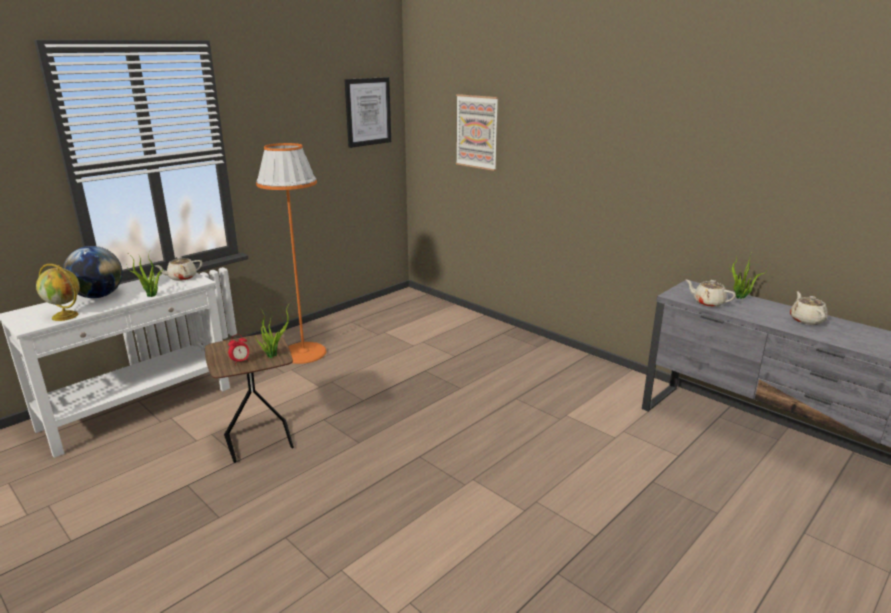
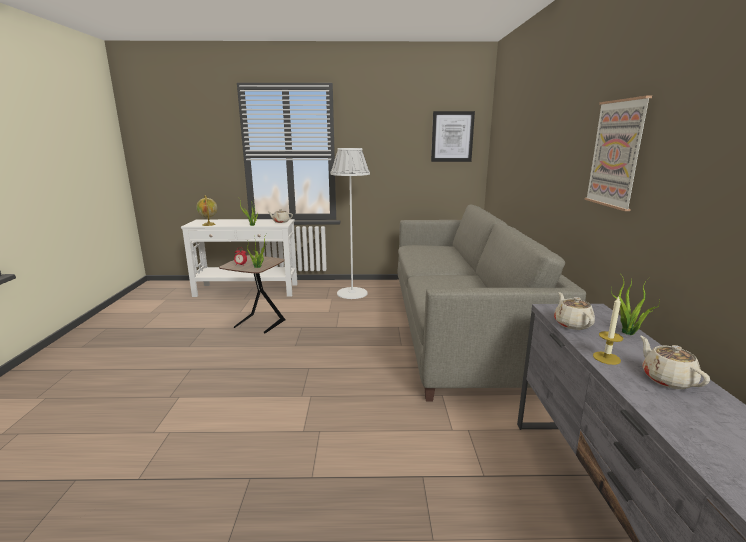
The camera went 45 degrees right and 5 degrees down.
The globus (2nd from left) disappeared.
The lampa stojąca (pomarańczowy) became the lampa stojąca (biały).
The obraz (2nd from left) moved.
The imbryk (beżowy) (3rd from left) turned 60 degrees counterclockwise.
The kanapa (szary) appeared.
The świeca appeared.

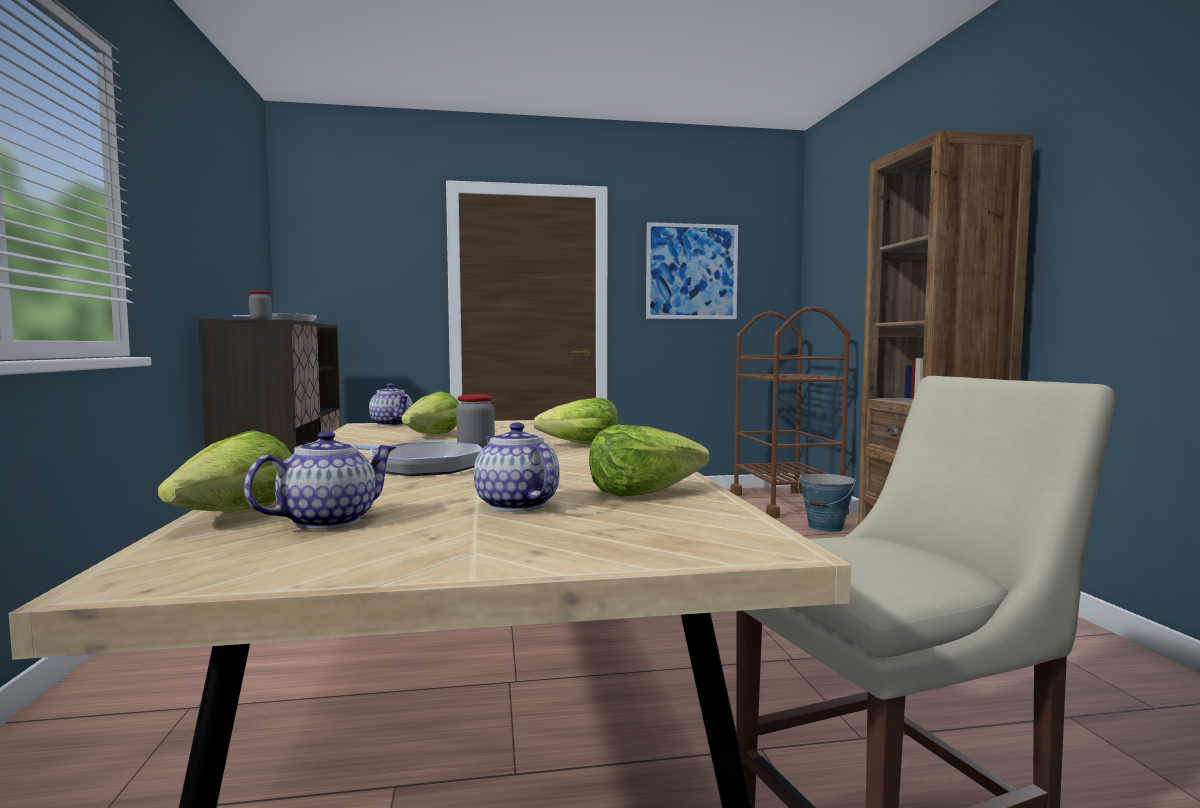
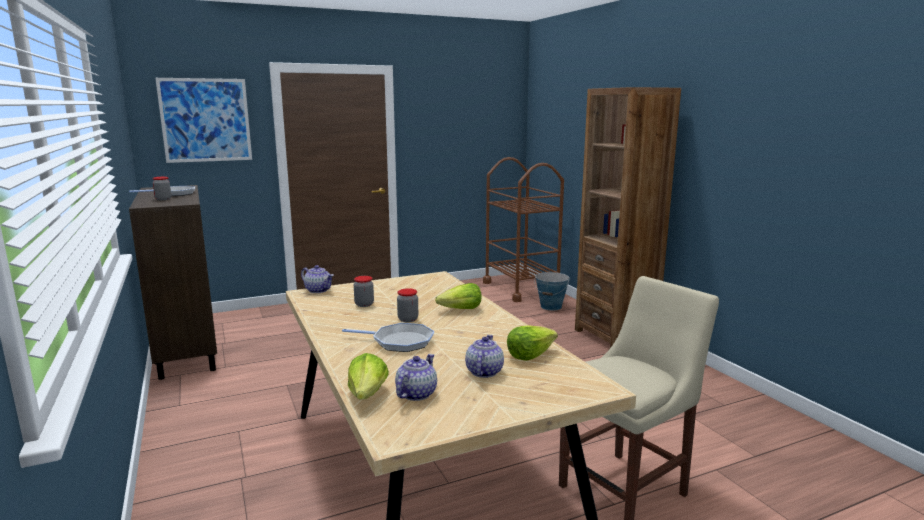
The camera went 15 degrees left and 10 degrees up.
The sałata (2nd from left) was replaced by the słoik (2nd from left).
The imbryk (3rd from left) turned 60 degrees clockwise.
The obraz moved.

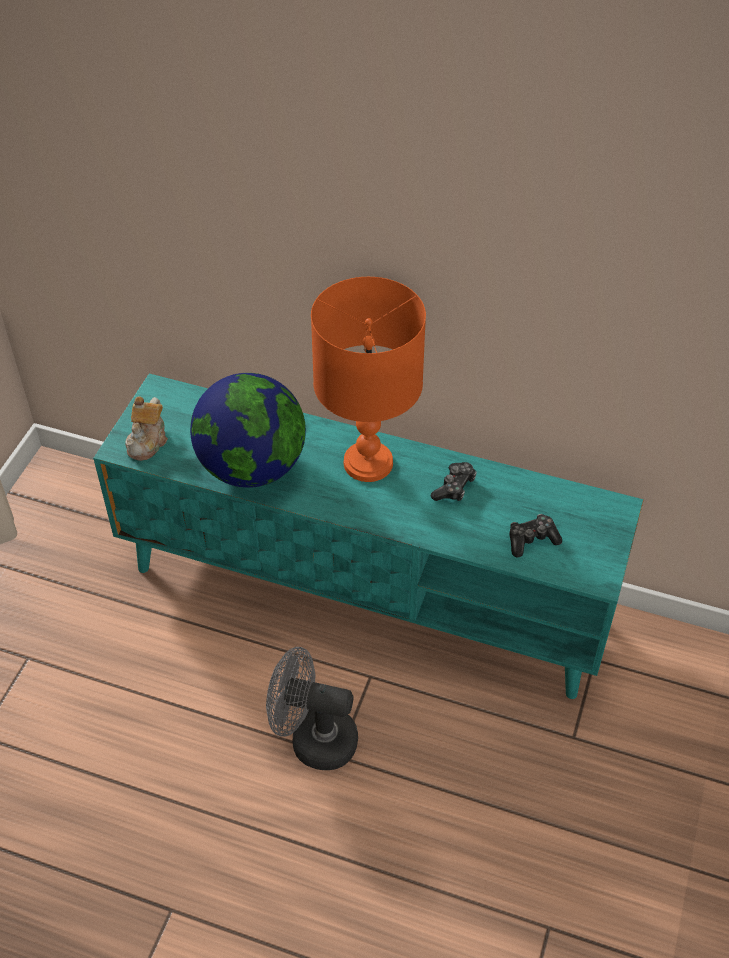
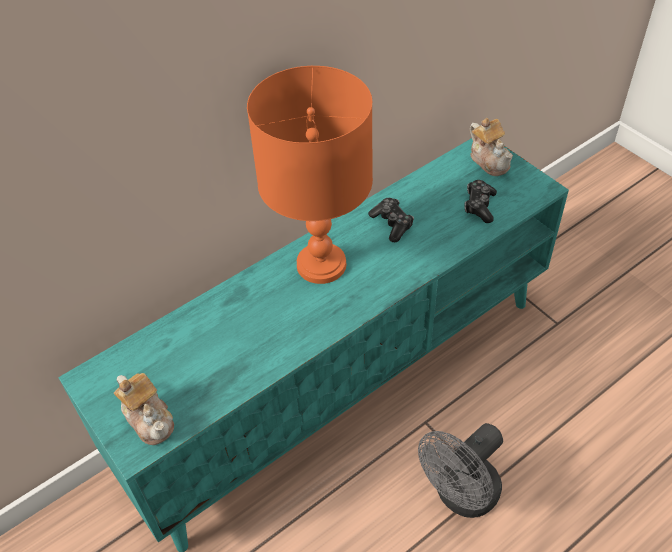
The camera went 55 degrees left and 0 degrees up.
The globus disappeared.
The imbryk (2nd from left) appeared.

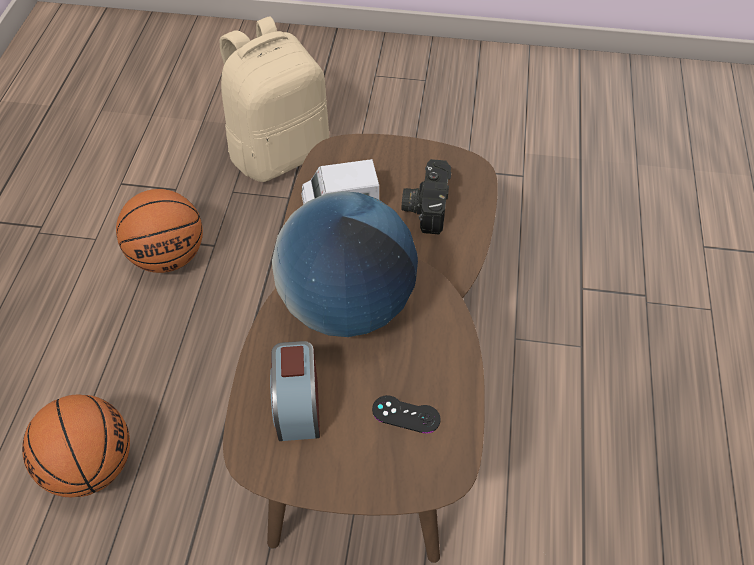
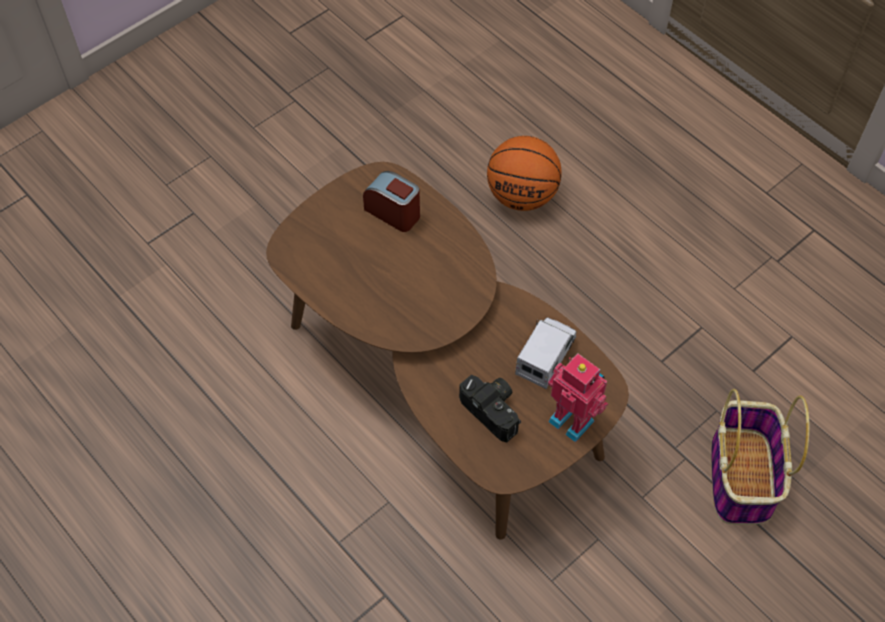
The camera went 130 degrees right and 5 degrees up.
The piłka do koszykówki (2nd from left) disappeared.
The plecak (beżowy) was replaced by the koszyk.
The globus disappeared.
The pad do gier (czarny) disappeared.
The robot zabawkowy appeared.

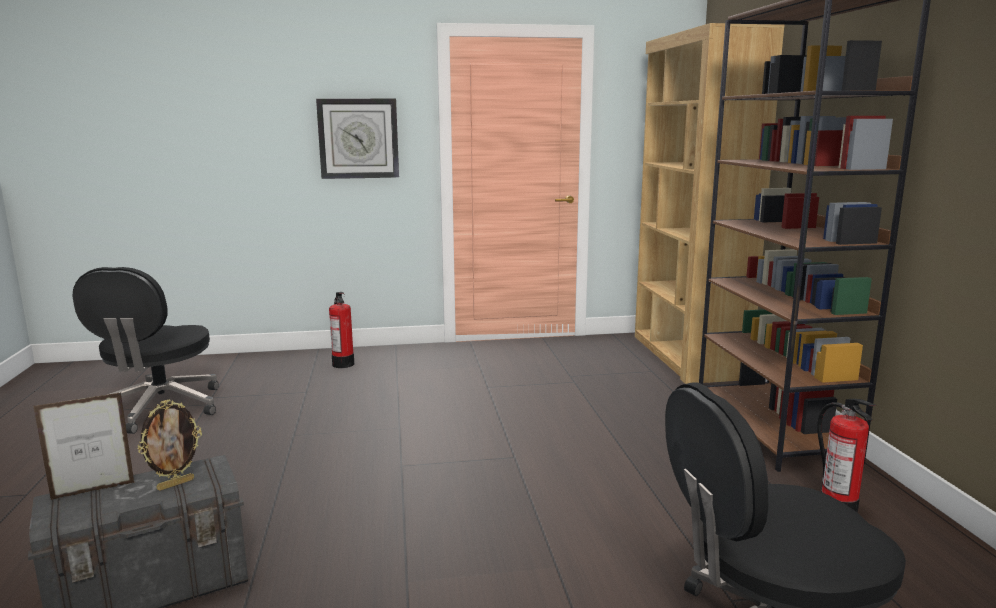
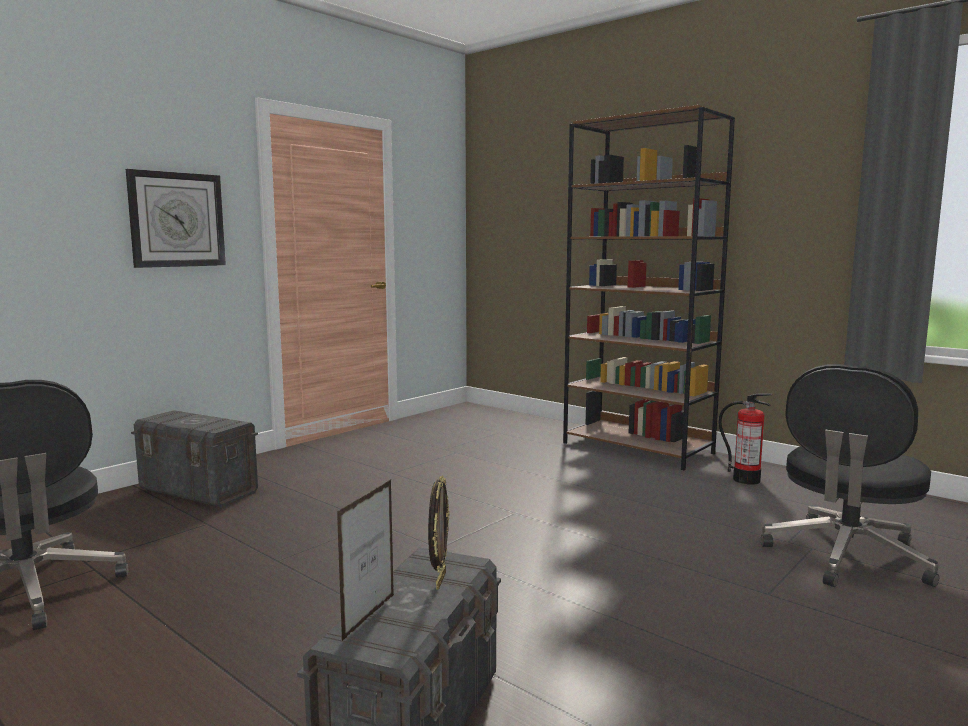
The camera went 40 degrees left and 5 degrees down.
The gaśnica (1st from left) was replaced by the pojemnik do przechowywania (szary) (1st from left).
The regał (brązowy) (1st from left) disappeared.

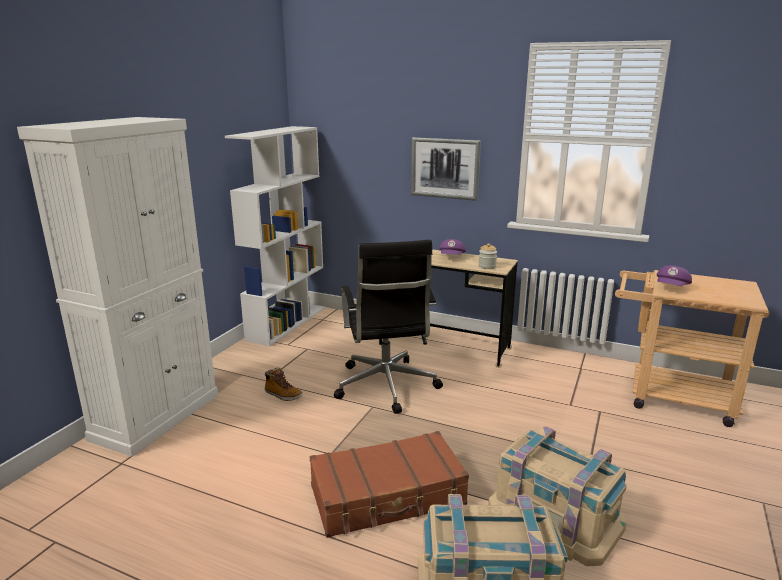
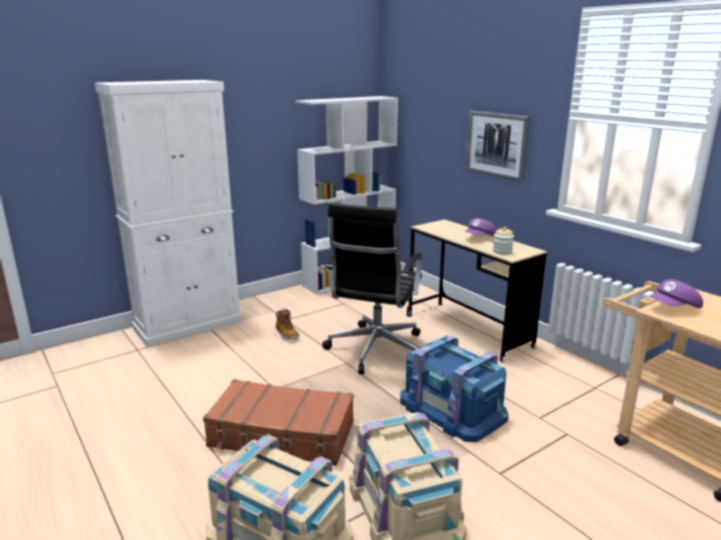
The camera went 30 degrees right and 0 degrees up.
The pojemnik do przechowywania (niebieski) appeared.

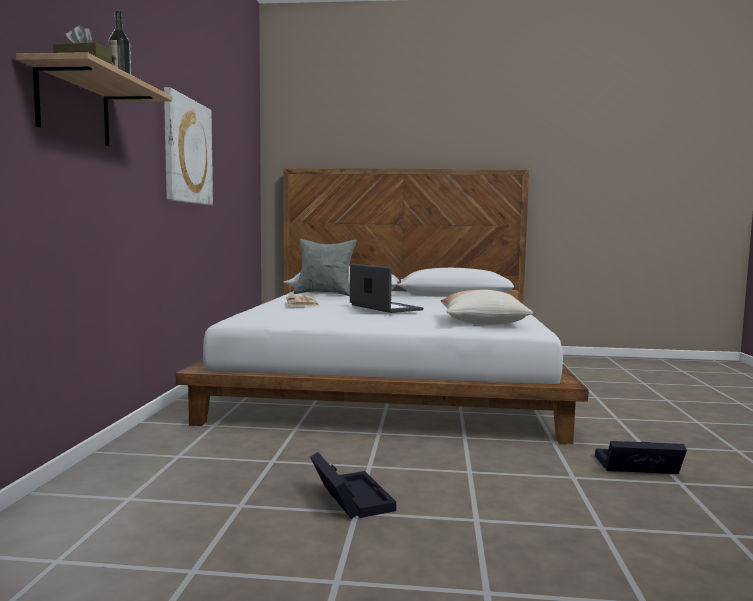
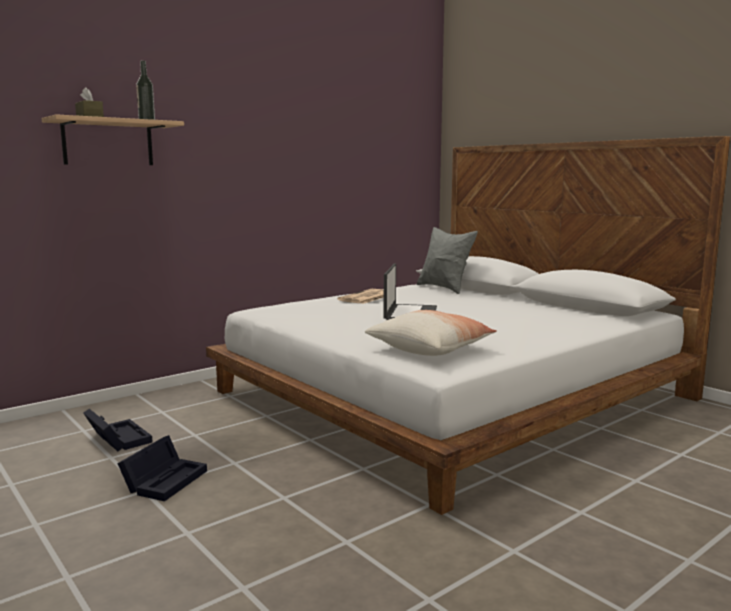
The camera went 45 degrees right and 5 degrees up.
The obraz disappeared.
The pojemnik do przechowywania (czarny) (2nd from left in the first image) moved.

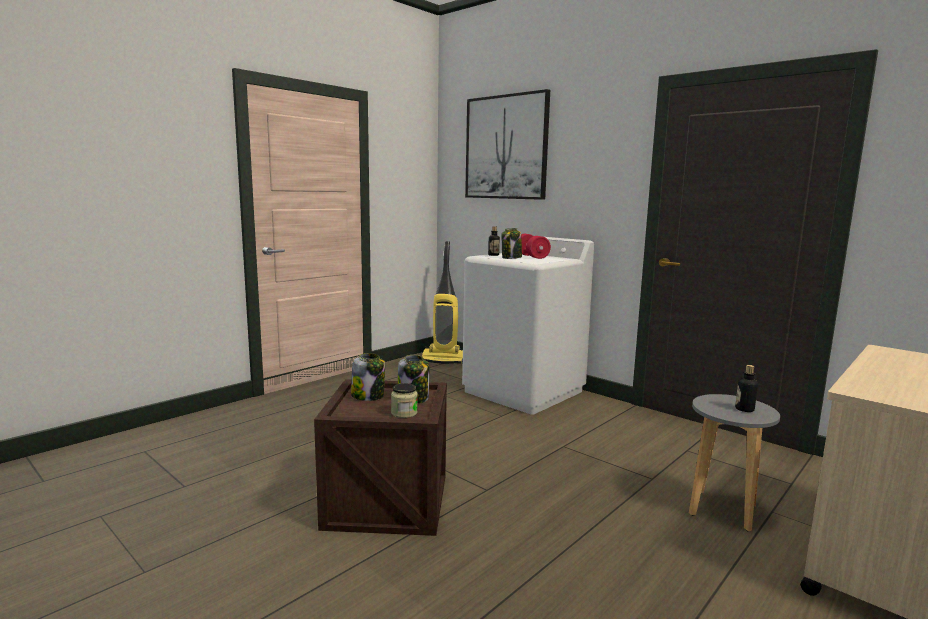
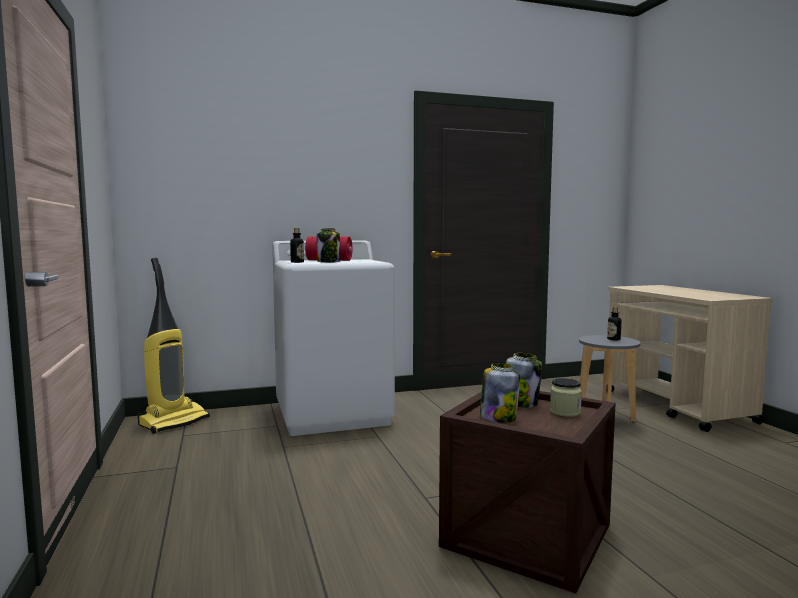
The camera went 60 degrees left and 5 degrees down.
The obraz disappeared.

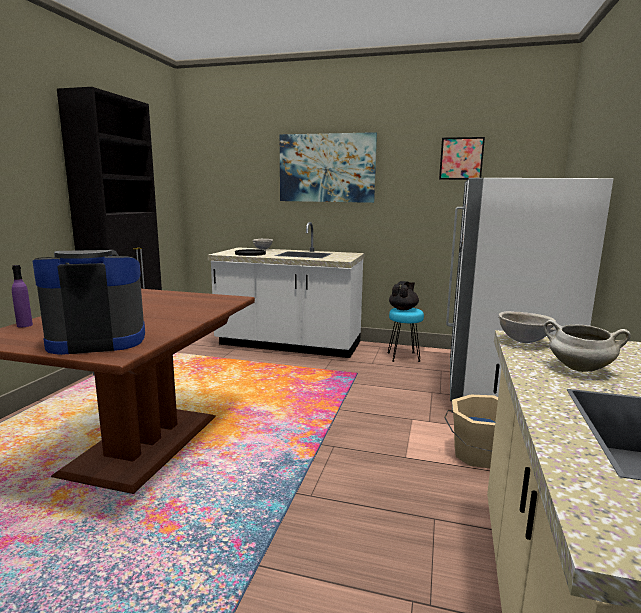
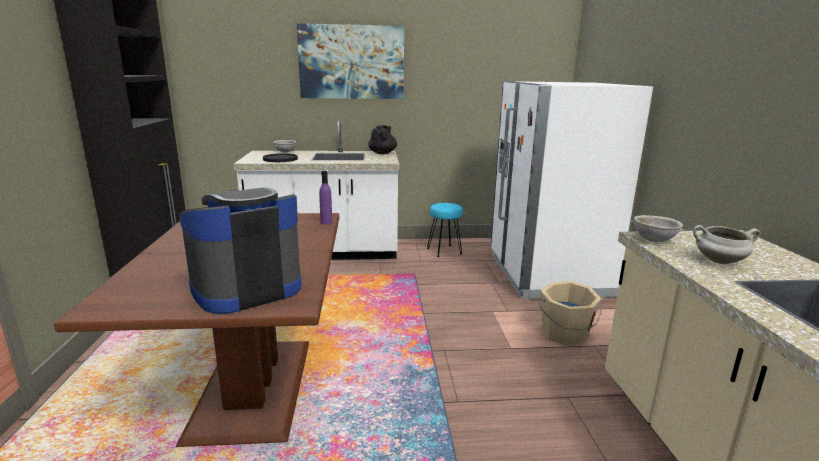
The camera went 20 degrees left and 5 degrees up.
The butelka (fioletowy) moved.
The imbryk (czarny) moved.
The obraz (2nd from left) disappeared.

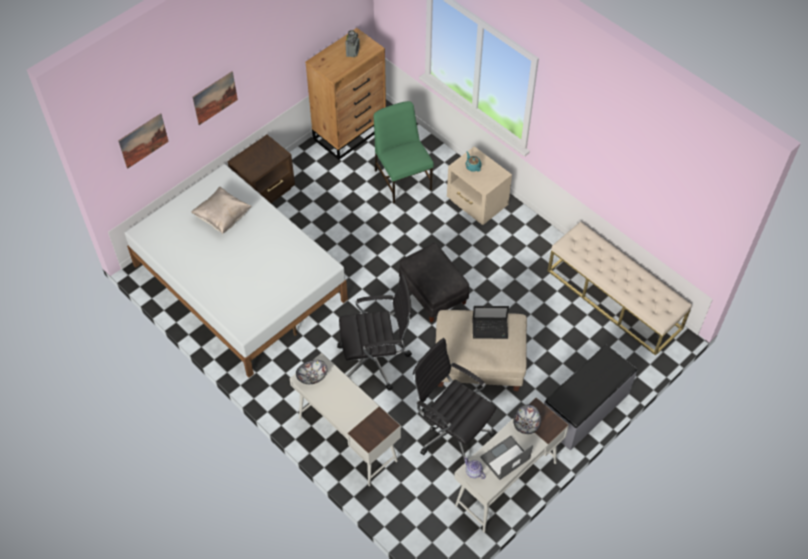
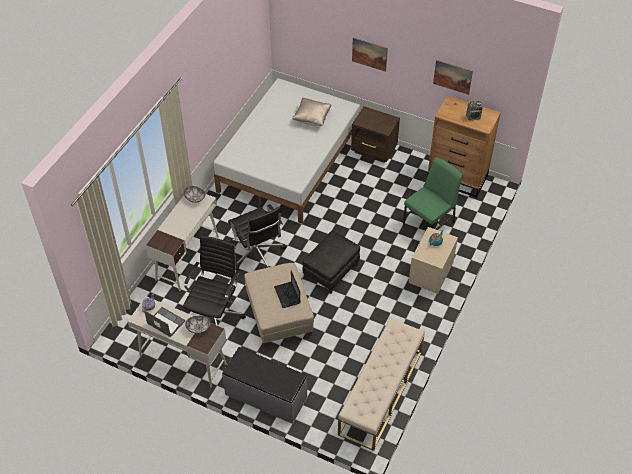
The camera went 70 degrees right and 5 degrees down.
The obraz (1st from left in the first image) moved.

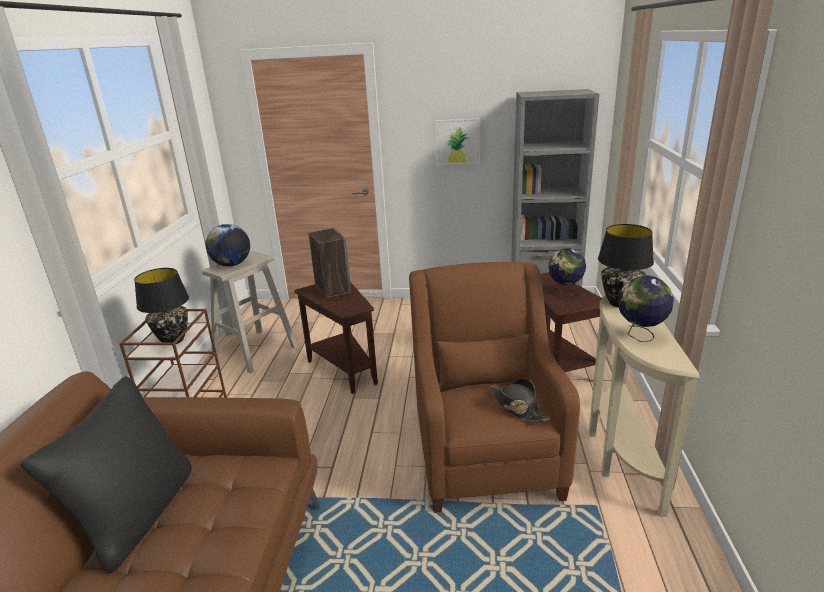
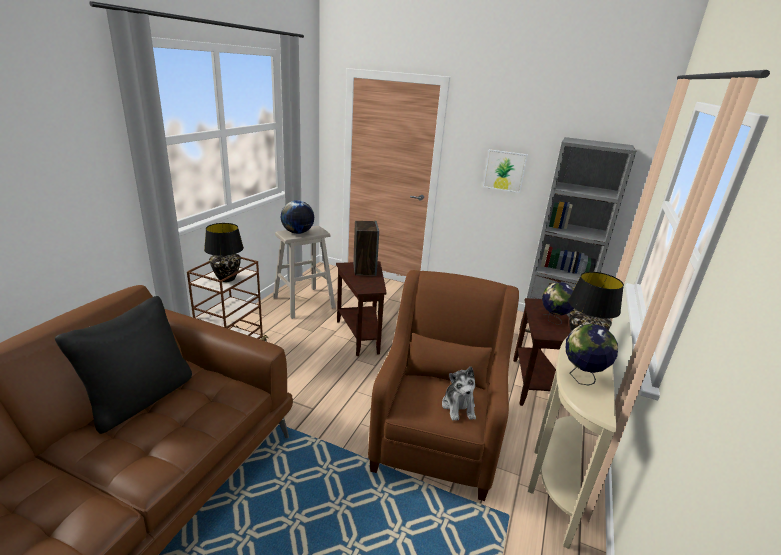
The camera went 15 degrees right and 0 degrees up.
The kapelusz (czarny) was replaced by the pluszak.

